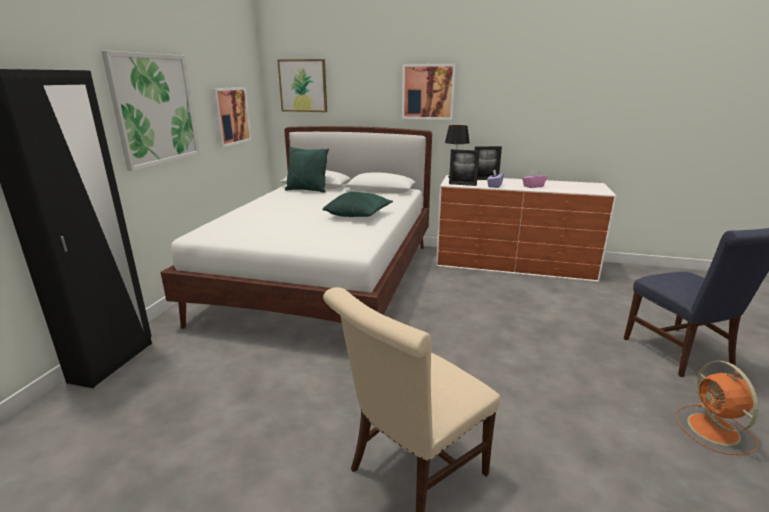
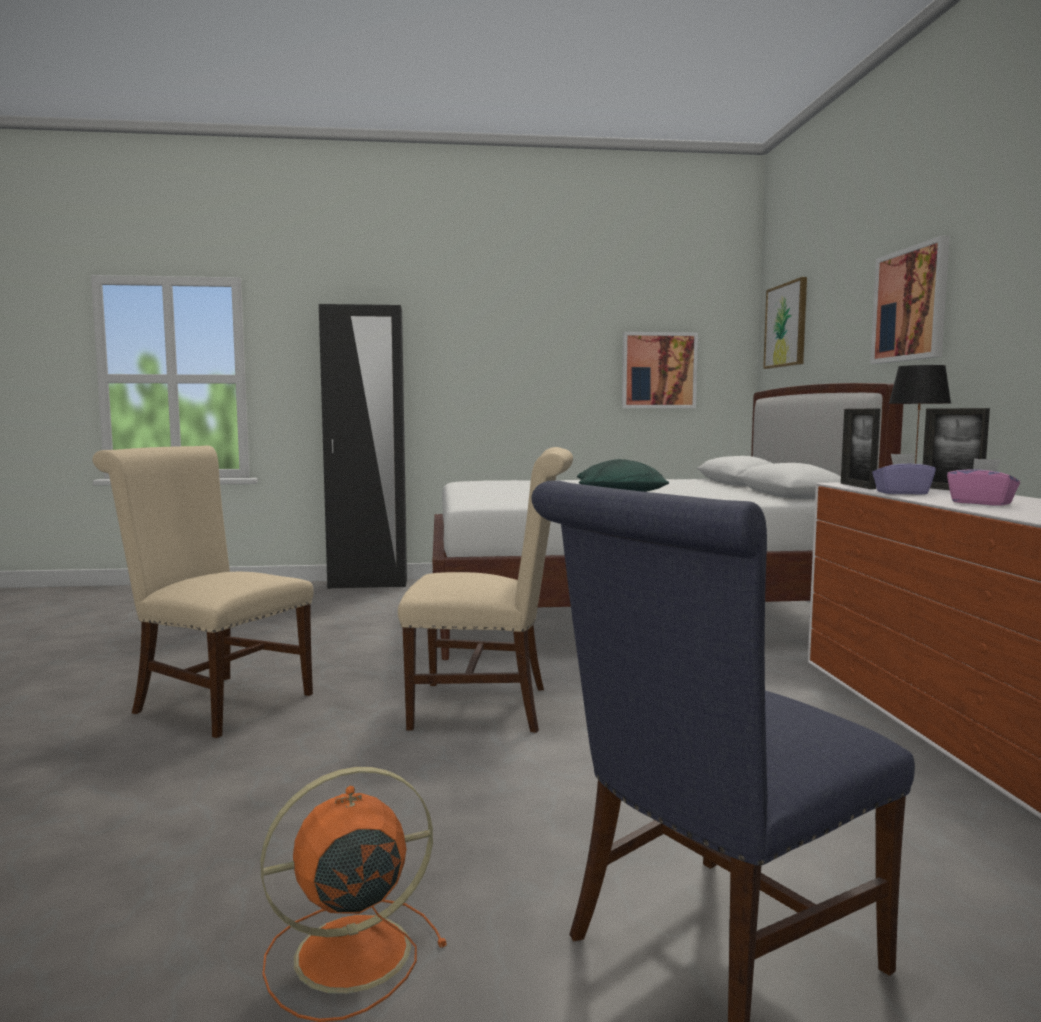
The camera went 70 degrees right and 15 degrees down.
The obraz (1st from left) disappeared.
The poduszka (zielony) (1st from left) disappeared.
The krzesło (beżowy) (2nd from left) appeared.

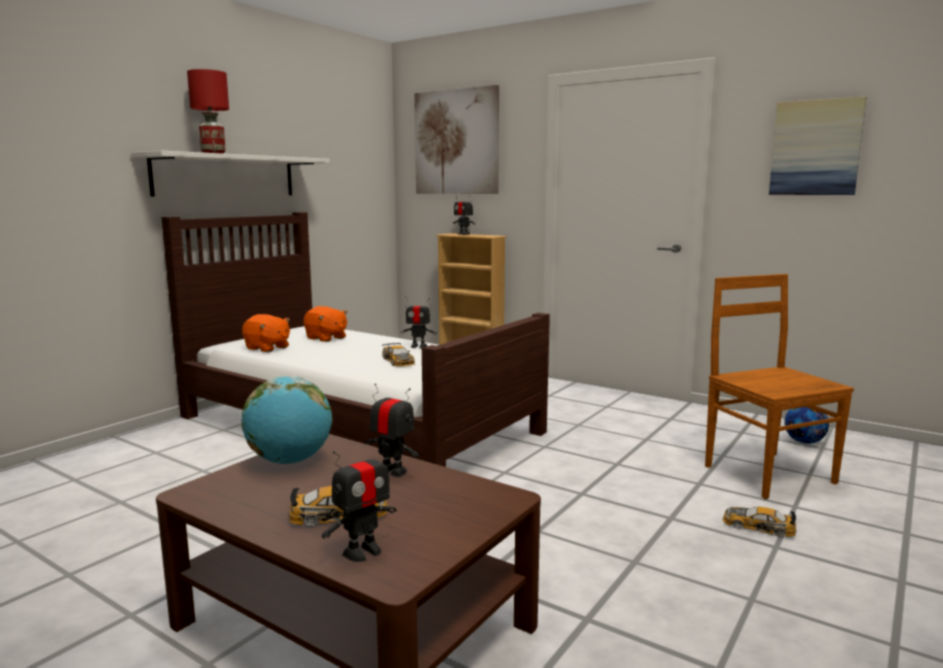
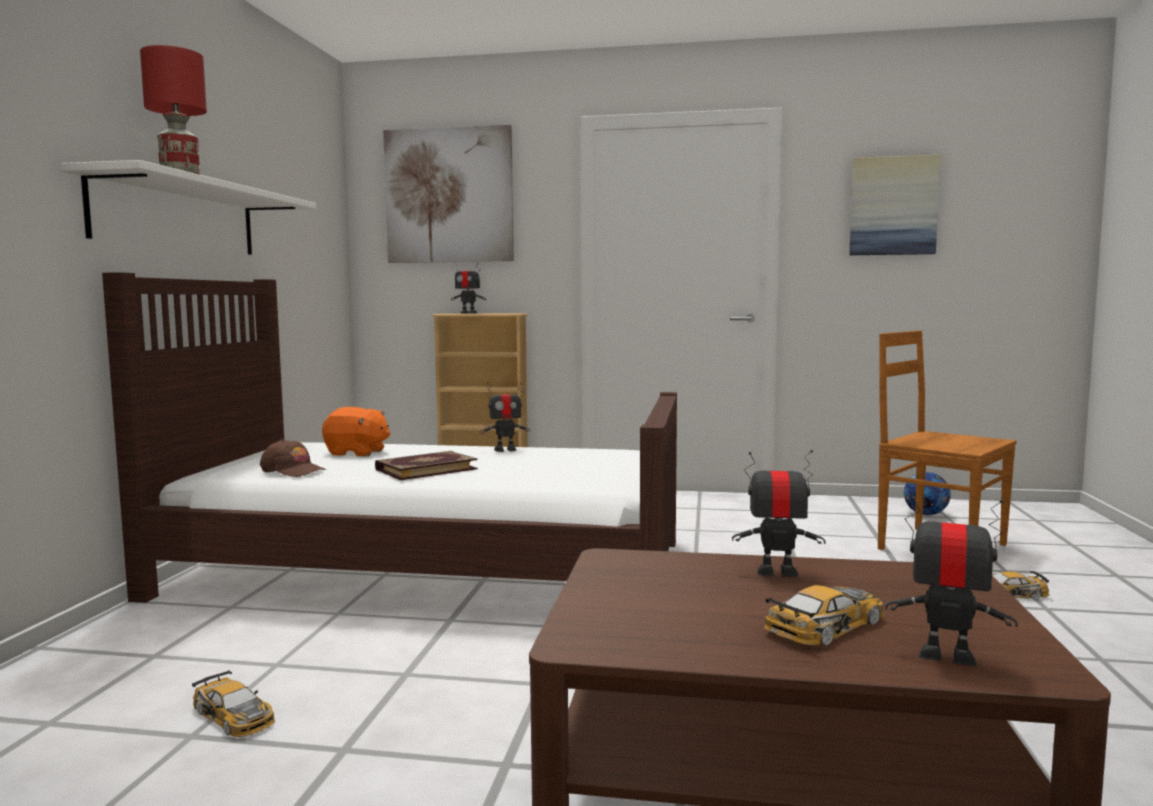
The camera went 25 degrees left and 5 degrees down.
The globus disappeared.
The pluszak (pomarańczowy) (1st from left) was replaced by the czapka z daszkiem (brązowy).
The robot zabawkowy (1st from left in the first image) turned 90 degrees counterclockwise.
The samochodzik (2nd from left in the first image) moved.
The książka appeared.

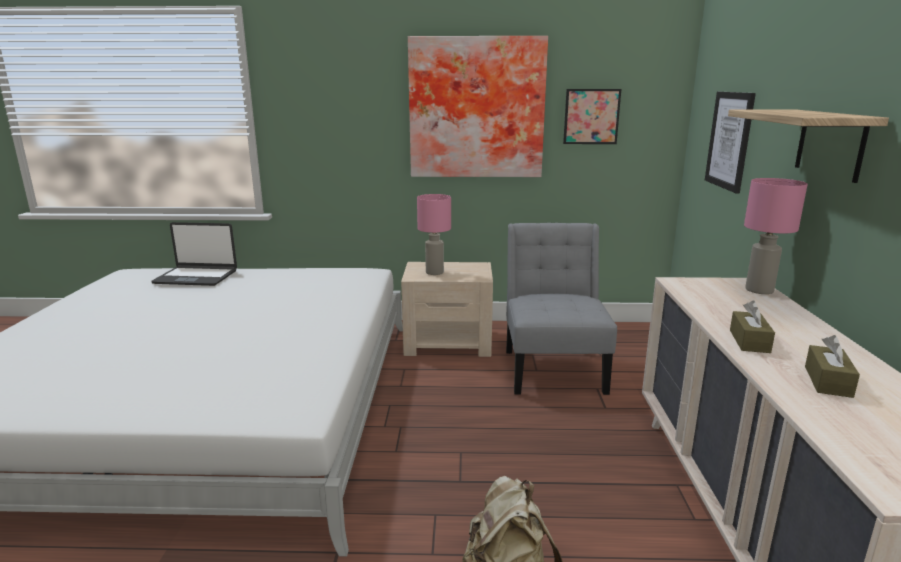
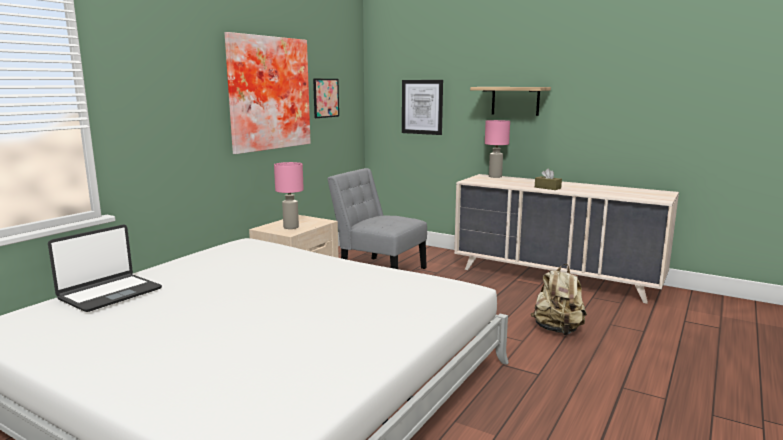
The camera went 60 degrees left and 5 degrees down.
The pudełko chusteczek (brązowy) (2nd from left) disappeared.

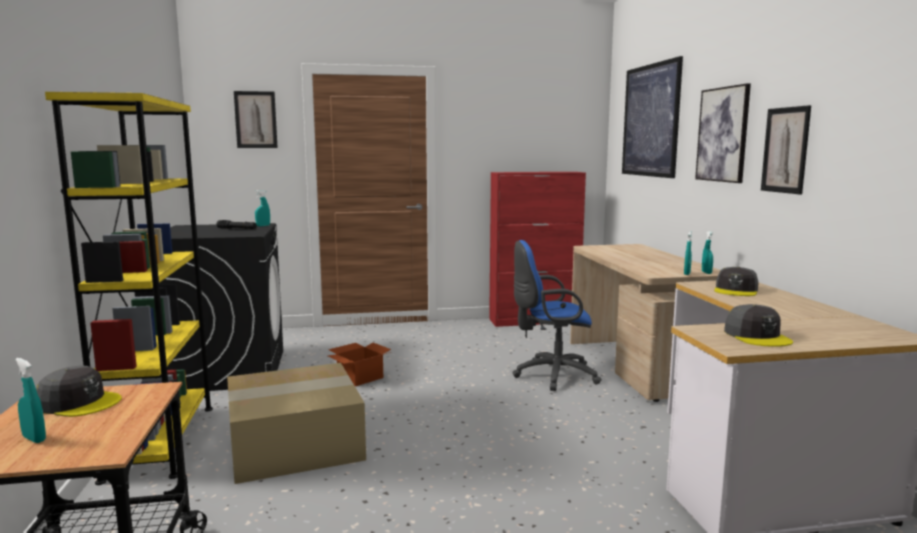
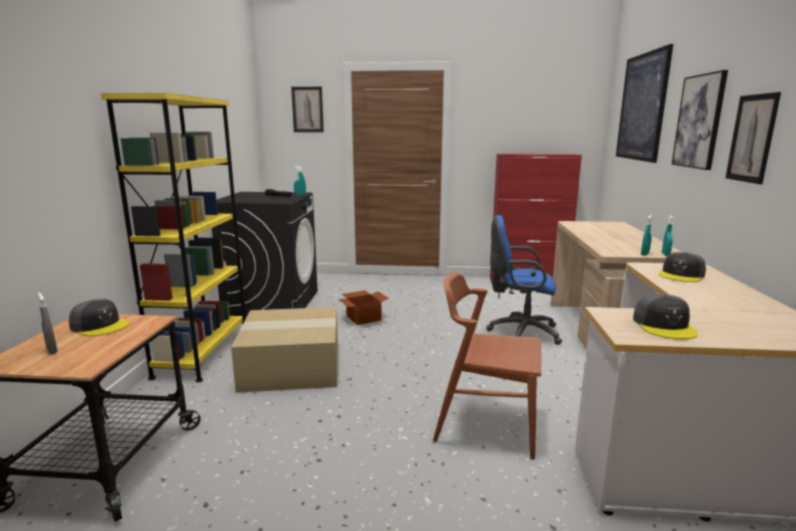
The camera went 15 degrees right and 5 degrees up.
The spryskiwacz (turkusowy) (1st from left) became the spryskiwacz (szary).
The krzesło (brązowy) appeared.

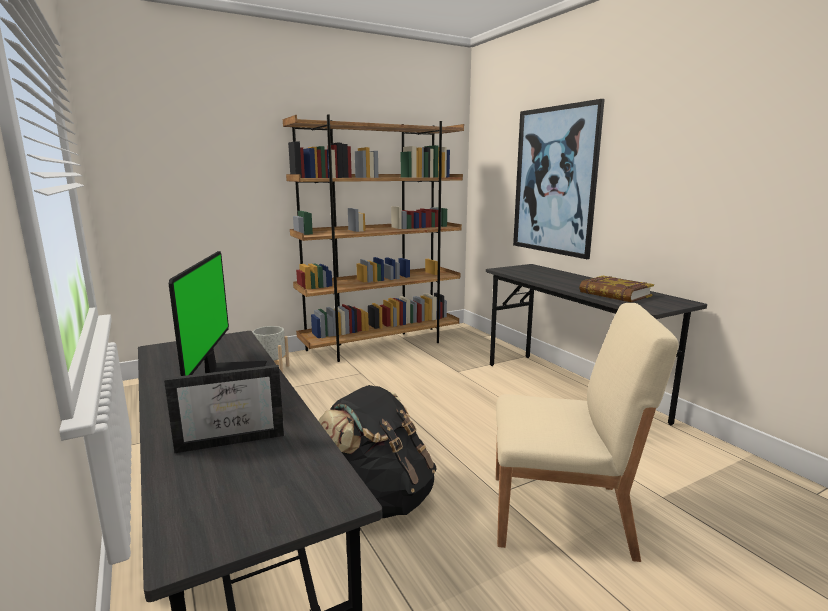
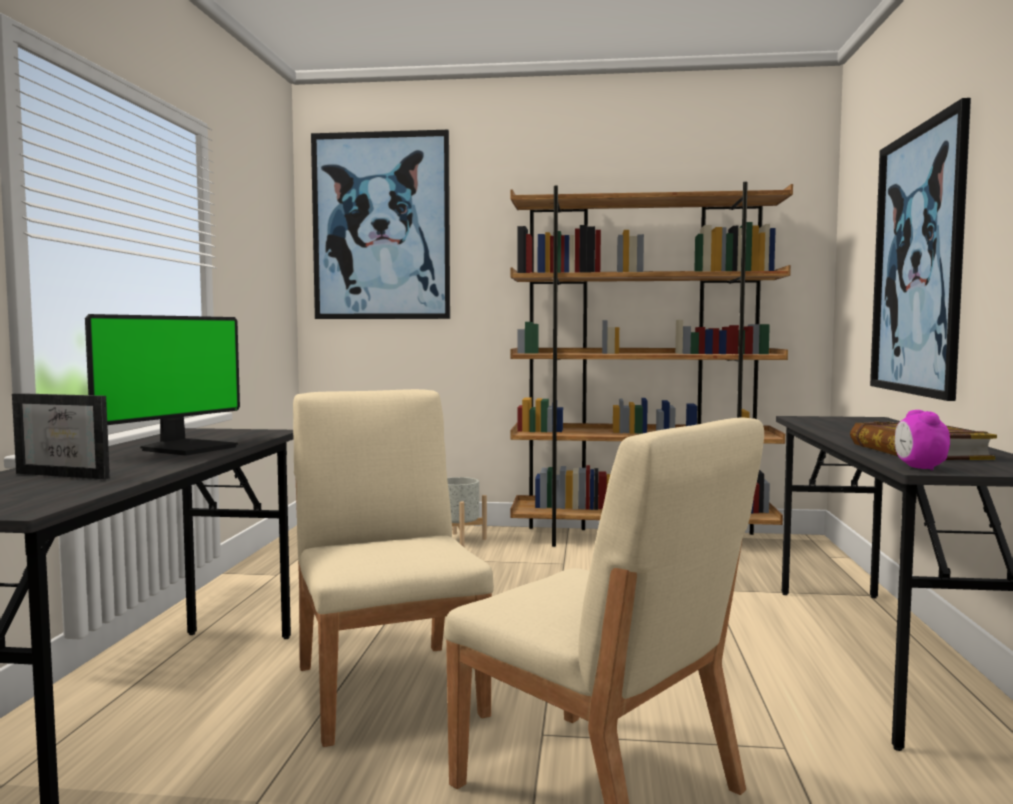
The camera went 35 degrees right and 10 degrees down.
The plecak (czarny) was replaced by the krzesło (beżowy) (1st from left).
The obraz (1st from left) appeared.
The budzik appeared.

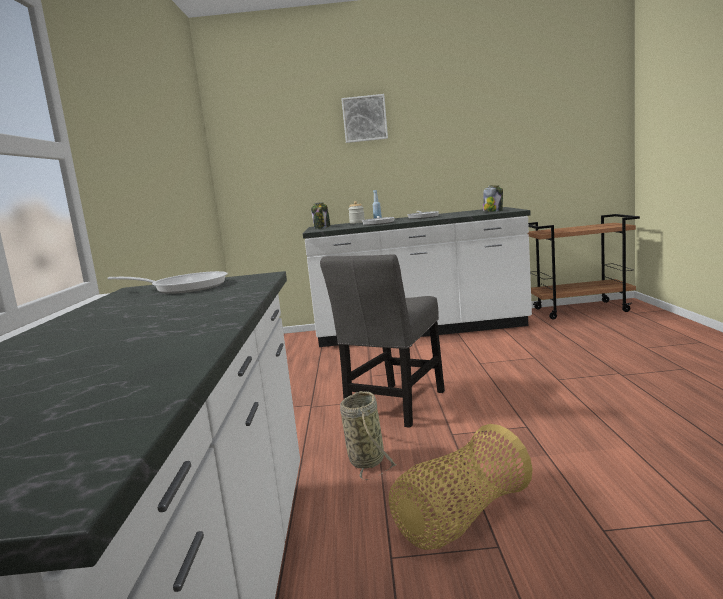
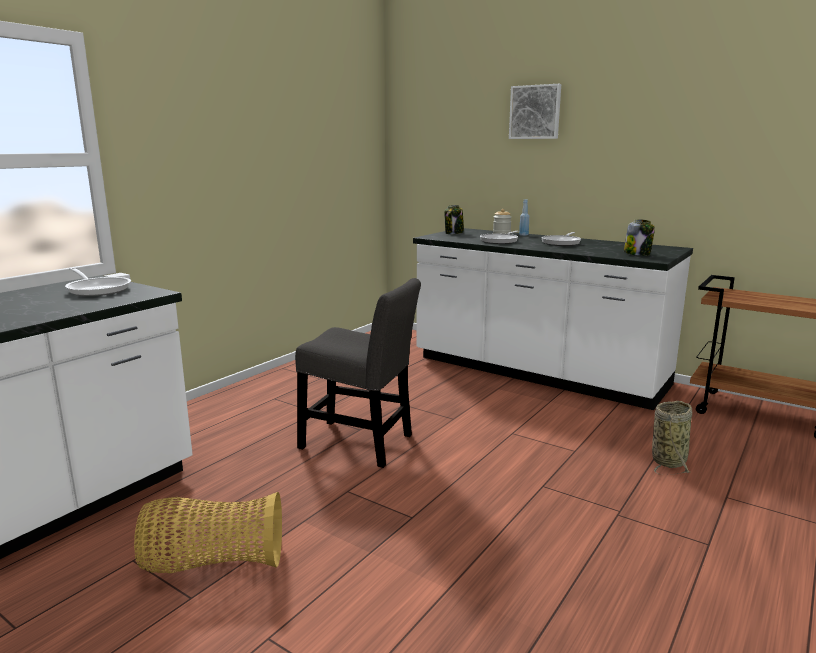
The camera went 35 degrees right and 5 degrees up.
The krzesło (szary) turned 135 degrees counterclockwise.
The koszyk (1st from left in the first image) moved.

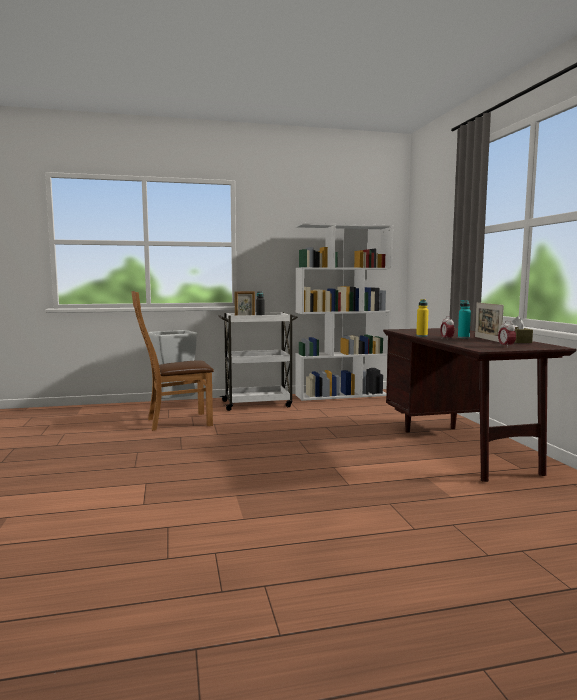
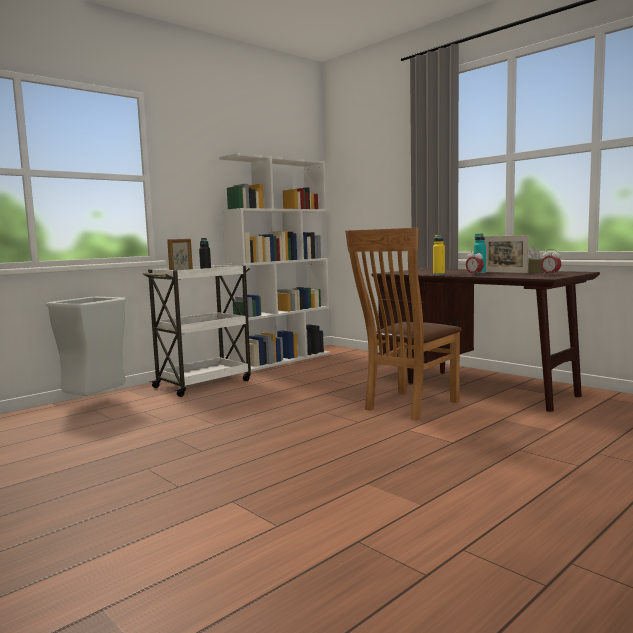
The camera went 30 degrees left and 0 degrees up.
The krzesło (brązowy) moved.

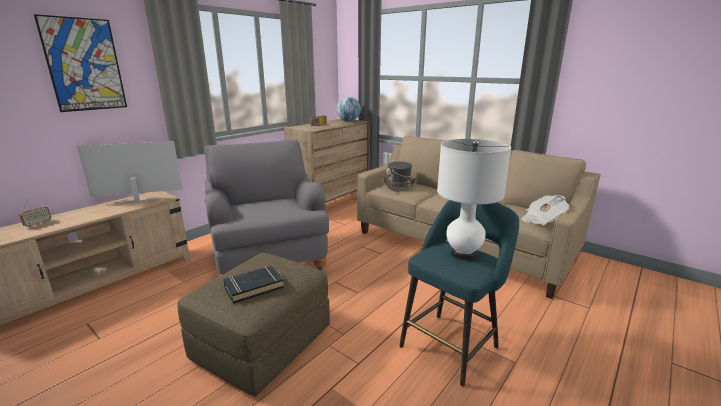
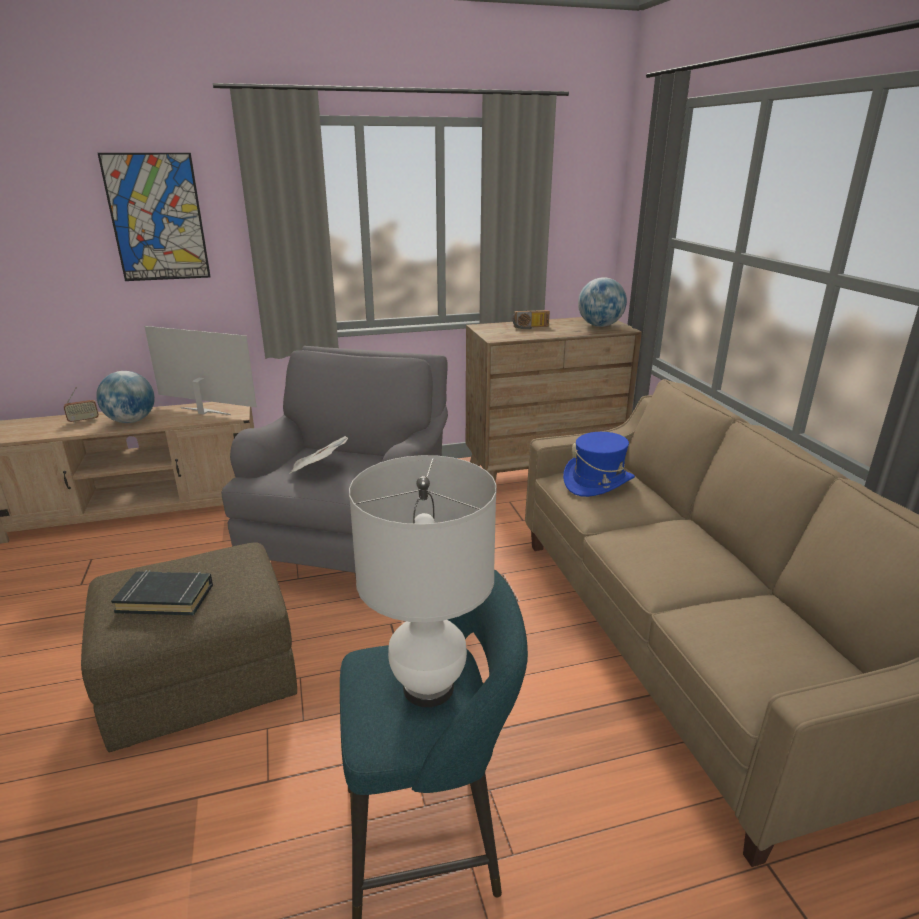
The camera went 35 degrees right and 5 degrees up.
The kapelusz (szary) became the kapelusz (niebieski).
The gazeta moved.
The globus (1st from left) appeared.

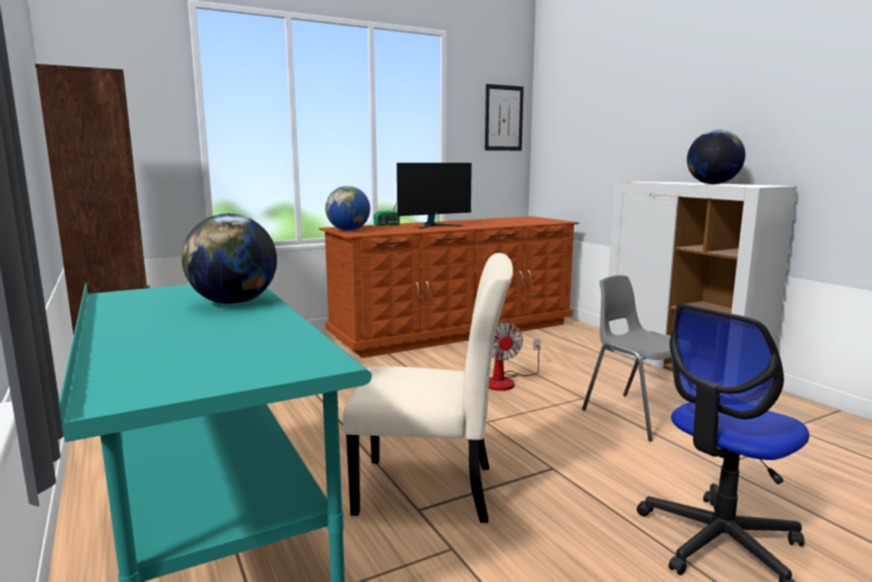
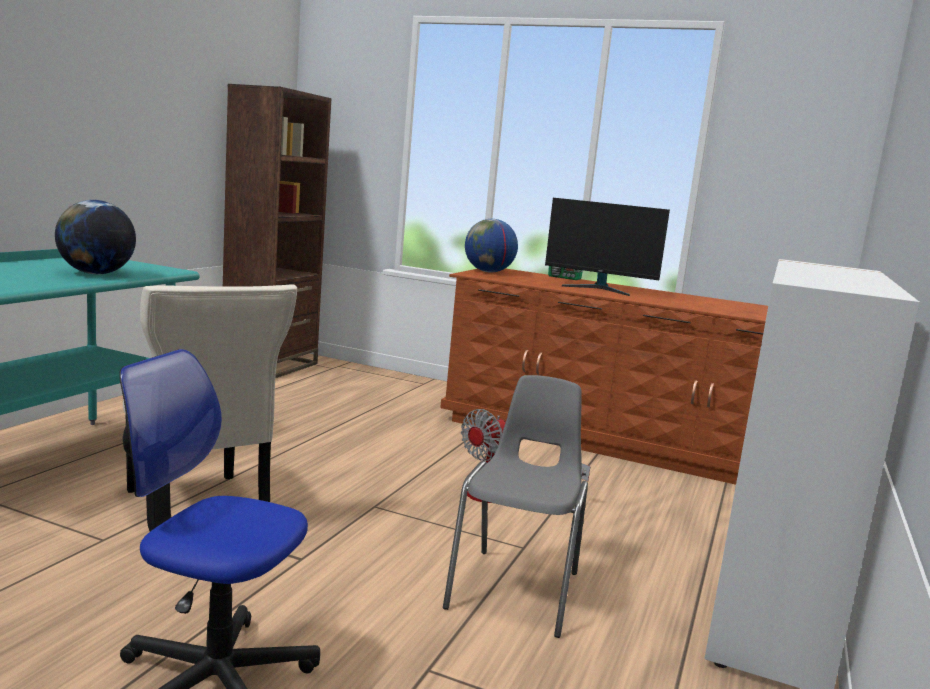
The camera went 50 degrees right and 0 degrees up.
The obraz disappeared.
The globus (3rd from left) disappeared.

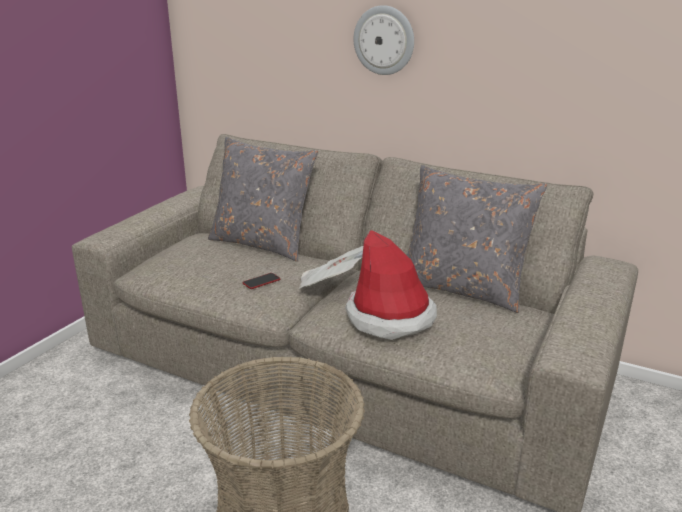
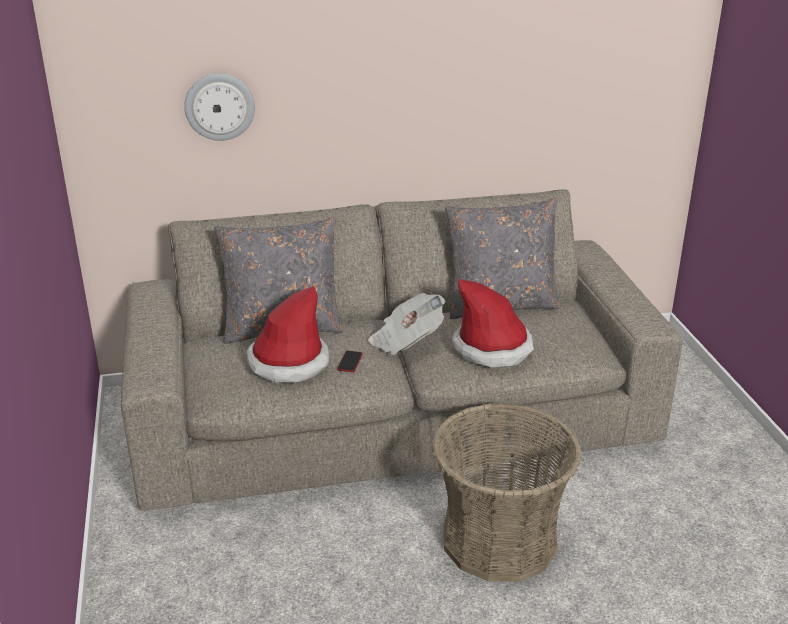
The camera went 40 degrees left and 5 degrees up.
The zegar ścienny moved.
The kapelusz (1st from left) appeared.

